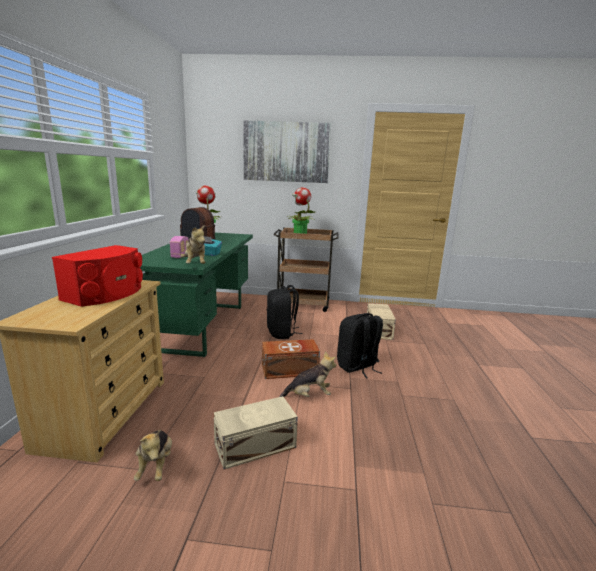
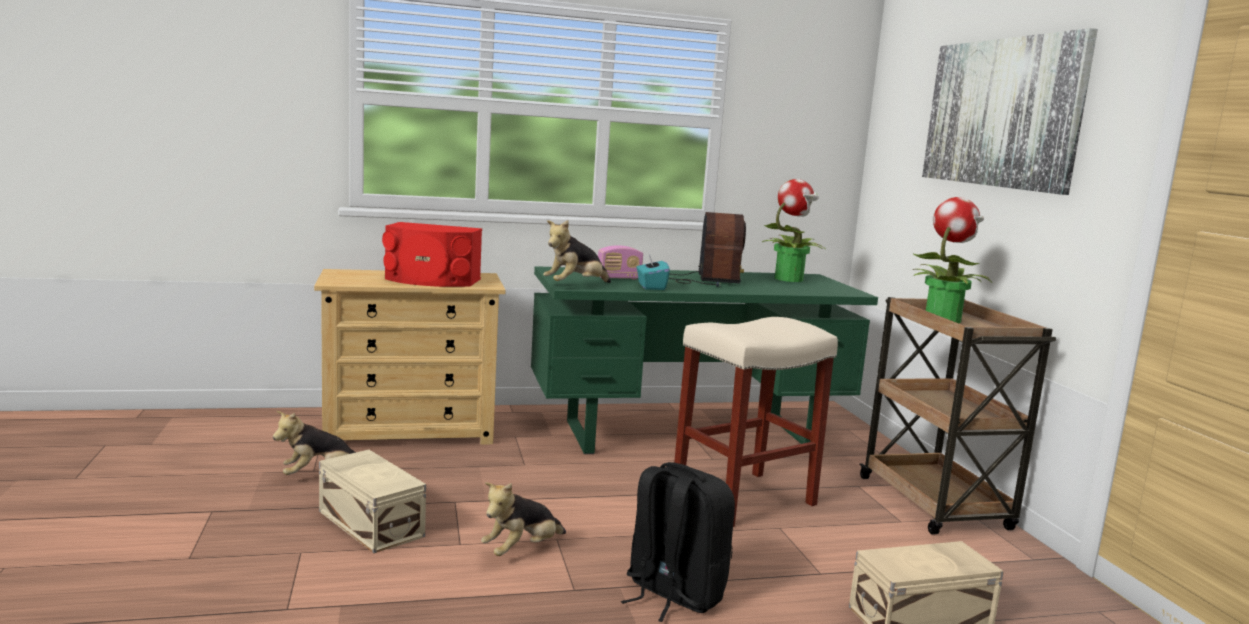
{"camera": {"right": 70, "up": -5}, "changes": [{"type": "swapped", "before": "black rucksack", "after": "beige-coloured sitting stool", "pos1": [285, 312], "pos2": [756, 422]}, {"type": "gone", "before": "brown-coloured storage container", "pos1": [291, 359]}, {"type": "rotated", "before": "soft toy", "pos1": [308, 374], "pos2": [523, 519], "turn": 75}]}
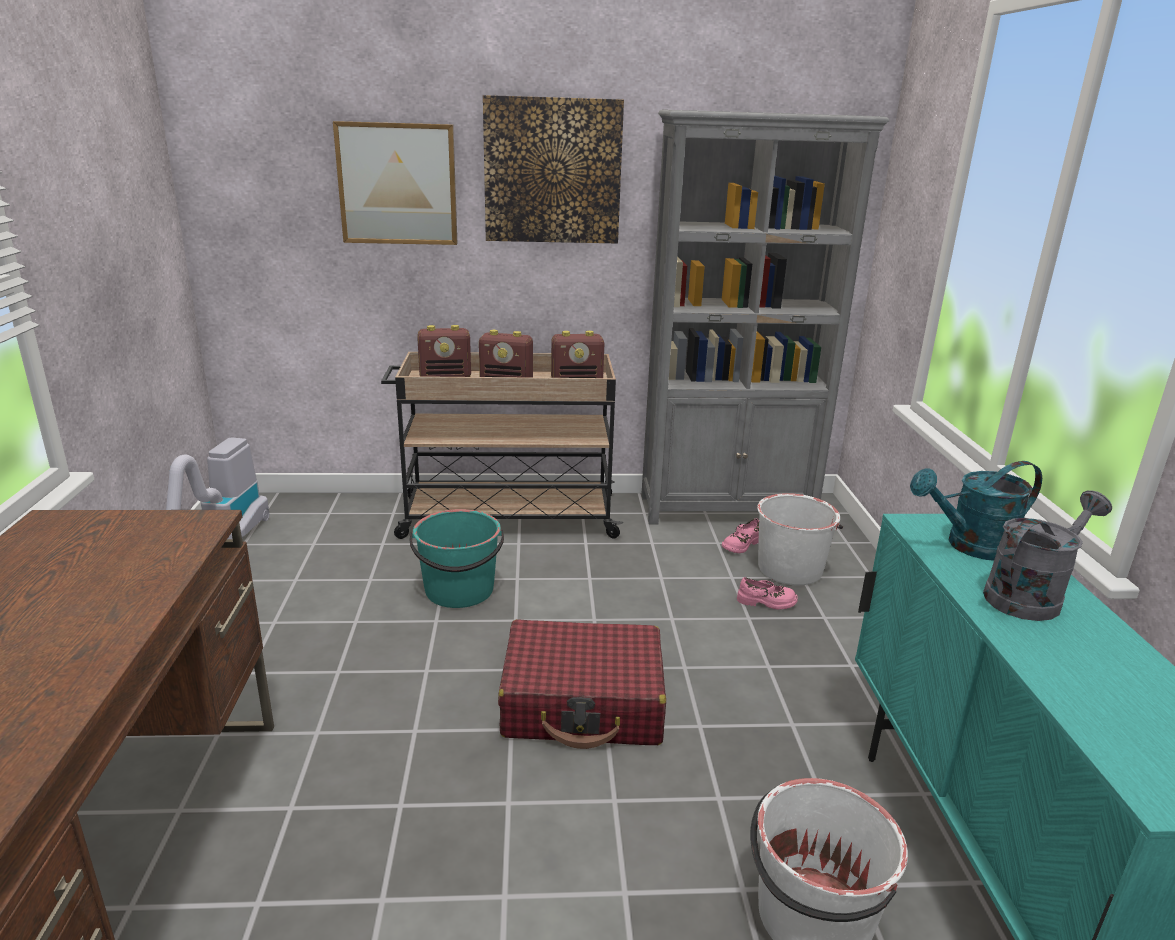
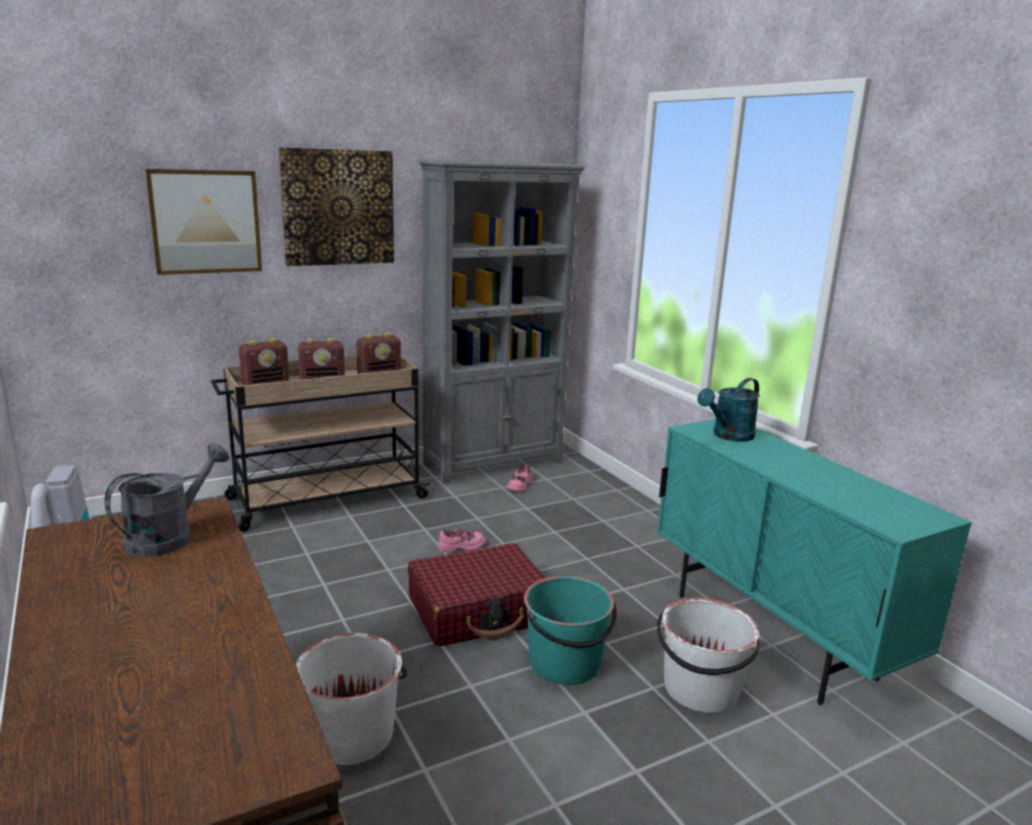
{"camera": {"right": -25, "up": -5}, "changes": [{"type": "shifted", "before": "grey watering pot", "pos1": [1047, 555], "pos2": [166, 500]}, {"type": "shifted", "before": "white bucket", "pos1": [800, 539], "pos2": [351, 699]}, {"type": "shifted", "before": "turquoise bucket", "pos1": [456, 558], "pos2": [570, 630]}, {"type": "shifted", "before": "pinkish item of footwear", "pos1": [767, 593], "pos2": [462, 540]}]}
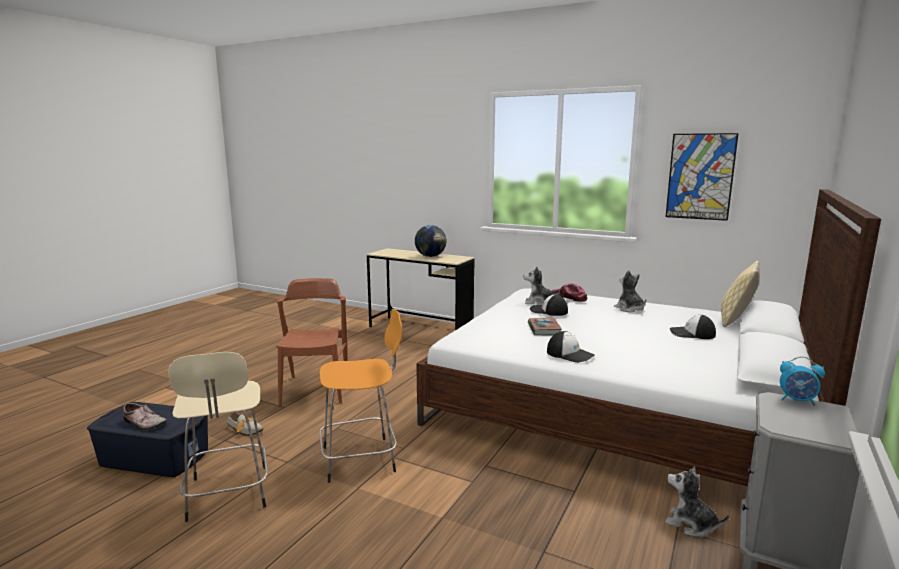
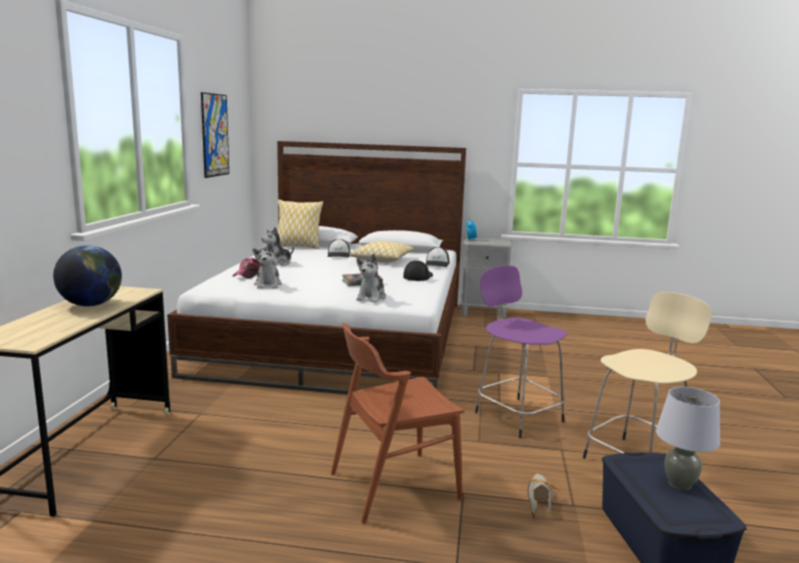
{"camera": {"right": -110, "up": 0}, "changes": [{"type": "shifted", "before": "cap", "pos1": [549, 305], "pos2": [437, 257]}, {"type": "repainted", "before": "orange-coloured sitting stool", "after": "purple sitting stool", "pos1": [360, 396], "pos2": [521, 352]}, {"type": "swapped", "before": "item of footwear", "after": "grey table lamp", "pos1": [145, 416], "pos2": [688, 439]}, {"type": "shifted", "before": "soft toy", "pos1": [697, 501], "pos2": [371, 278]}, {"type": "new", "after": "pillow", "pos2": [381, 252]}]}
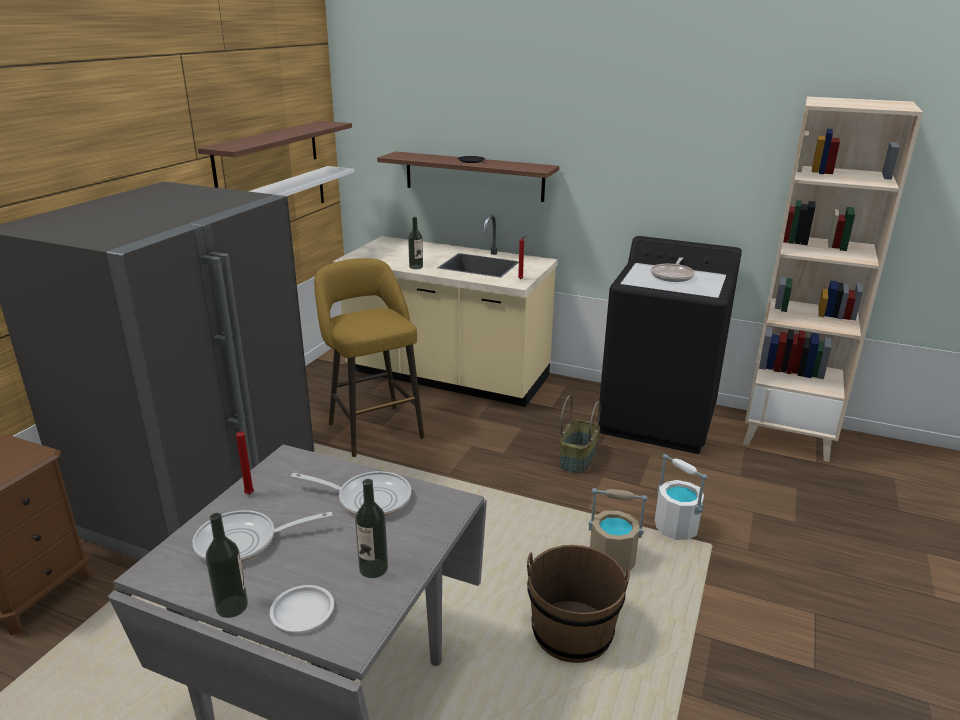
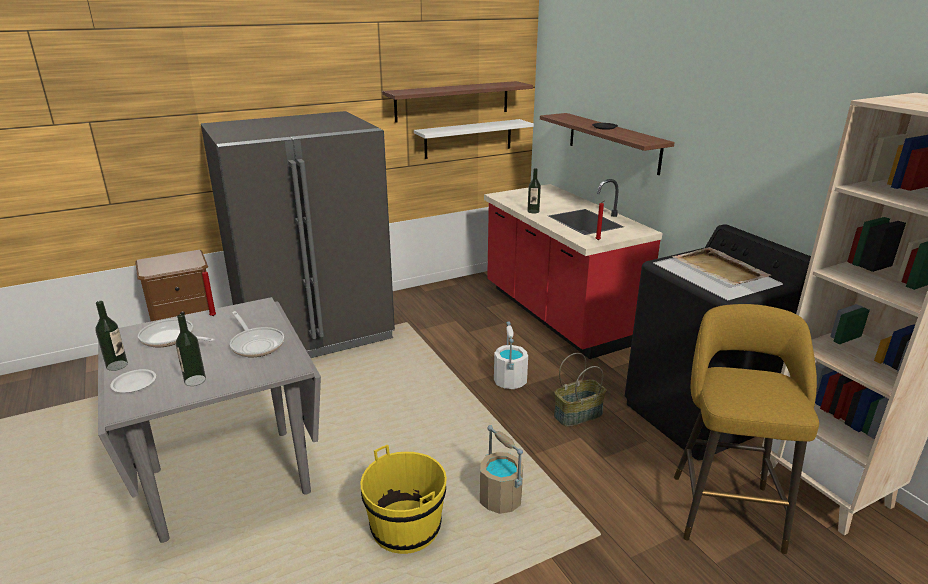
{"camera": {"right": 40, "up": 0}, "changes": [{"type": "repainted", "before": "beige-coloured kitchen counter", "after": "reddish kitchen counter", "pos1": [445, 311], "pos2": [573, 269]}, {"type": "swapped", "before": "pan", "after": "beige-coloured carrying tray", "pos1": [672, 269], "pos2": [722, 266]}, {"type": "shifted", "before": "yellow-coloured sitting stool", "pos1": [369, 357], "pos2": [746, 429]}, {"type": "shifted", "before": "white bucket", "pos1": [681, 497], "pos2": [511, 355]}, {"type": "repainted", "before": "brown-coloured bucket", "after": "yellow-coloured bucket", "pos1": [578, 604], "pos2": [404, 499]}]}
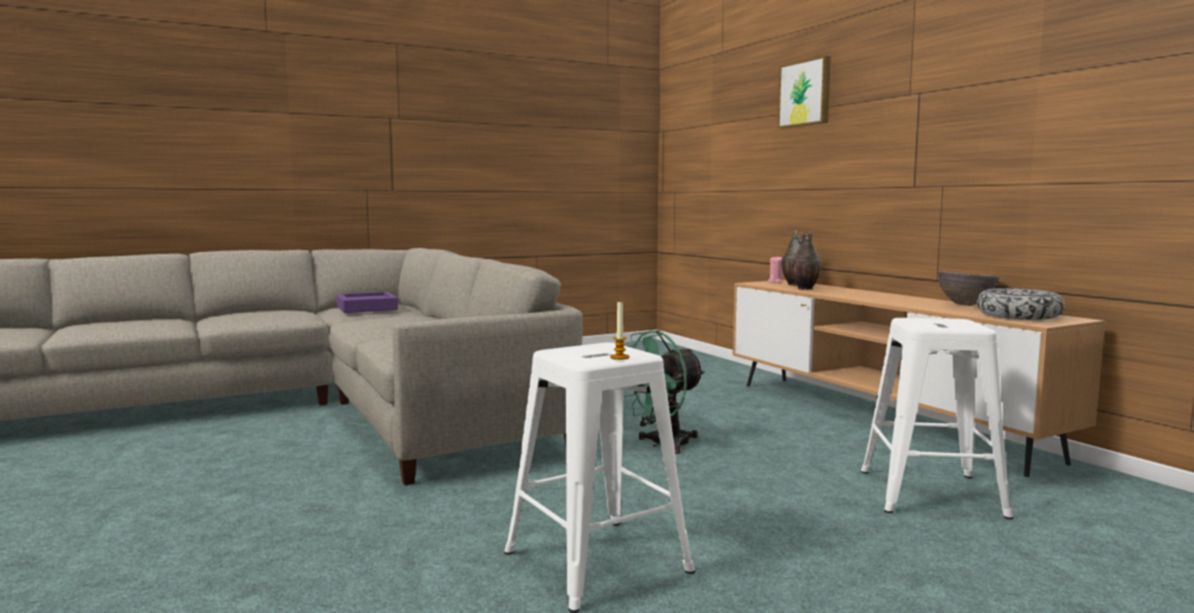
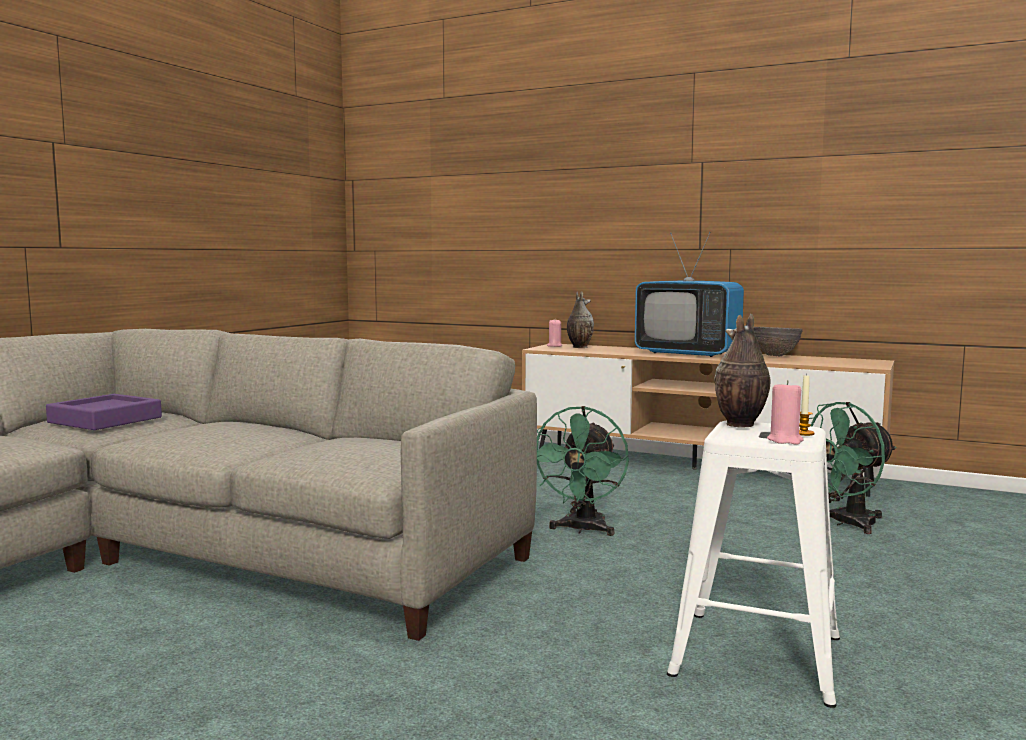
{"camera": {"right": -35, "up": 0}, "changes": [{"type": "gone", "before": "wall picture", "pos1": [804, 92]}, {"type": "shifted", "before": "flower vase", "pos1": [806, 260], "pos2": [742, 370]}, {"type": "gone", "before": "serving bowl", "pos1": [1020, 304]}, {"type": "swapped", "before": "white sitting stool", "after": "green electric fan", "pos1": [937, 418], "pos2": [853, 468]}, {"type": "new", "after": "TV", "pos2": [689, 294]}, {"type": "new", "after": "pinkish candle", "pos2": [785, 412]}]}
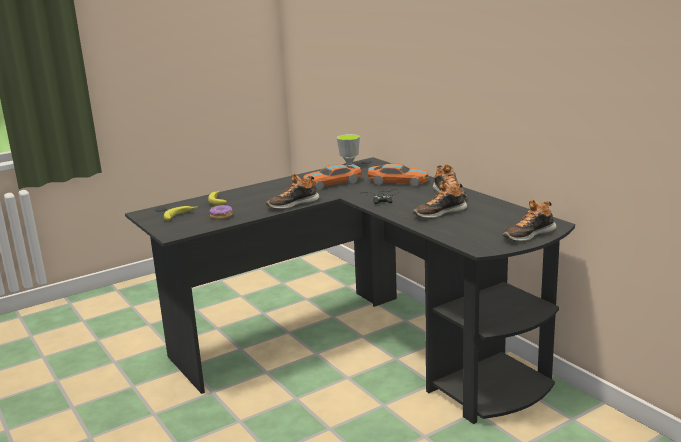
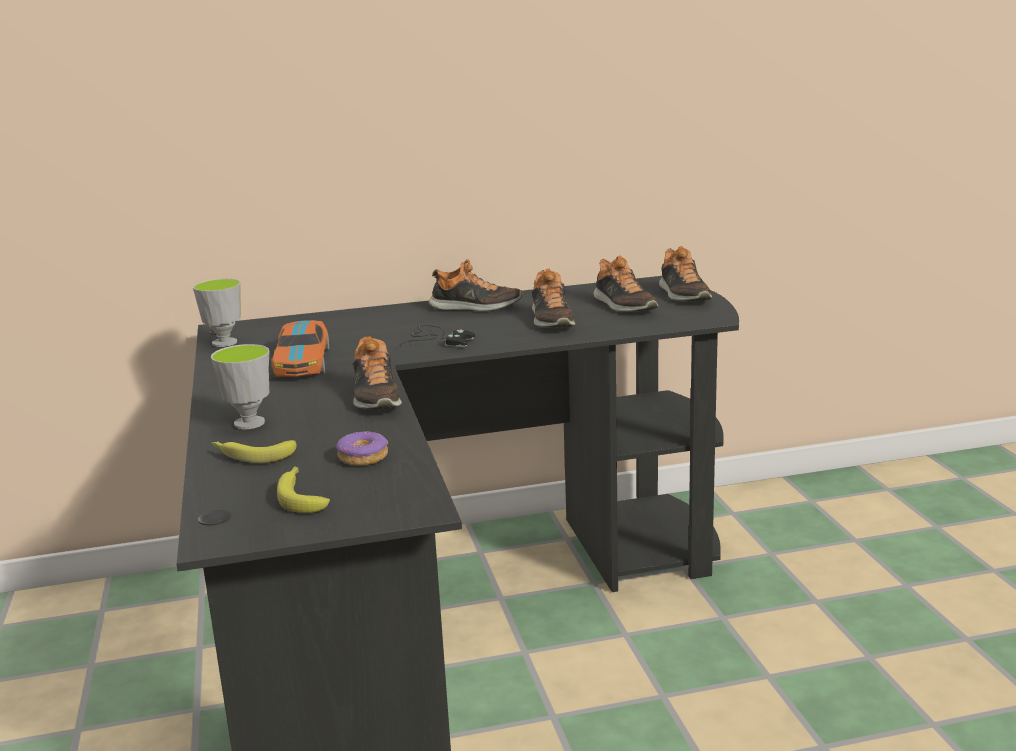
{"camera": {"right": -70, "up": 0}, "changes": [{"type": "gone", "before": "miniature car", "pos1": [398, 175]}, {"type": "new", "after": "item of footwear", "pos2": [625, 284]}, {"type": "new", "after": "drinking cup", "pos2": [240, 386]}]}
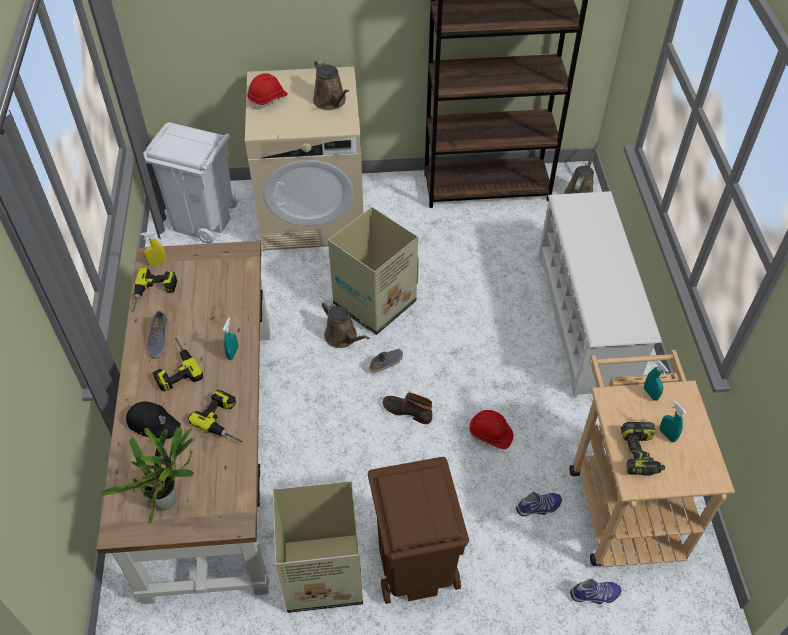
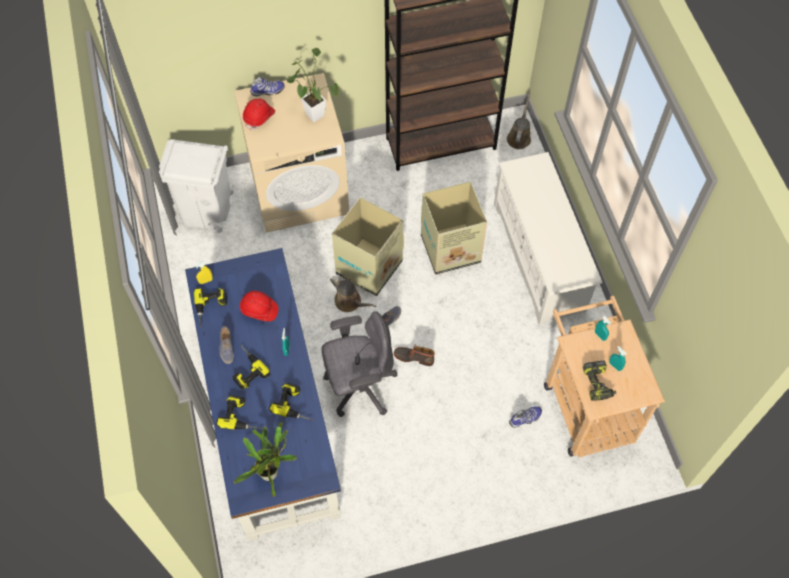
{"camera": {"right": -10, "up": 10}, "changes": [{"type": "swapped", "before": "brown-coloured watering pot", "after": "potted plant", "pos1": [331, 84], "pos2": [313, 85]}, {"type": "repainted", "before": "brown-coloured desk", "after": "blue desk", "pos1": [183, 422], "pos2": [263, 394]}, {"type": "swapped", "before": "black cap", "after": "drill", "pos1": [153, 420], "pos2": [239, 412]}, {"type": "shifted", "before": "reddish safety helmet", "pos1": [491, 429], "pos2": [259, 306]}, {"type": "gone", "before": "brown-coloured rubbish bin", "pos1": [418, 530]}, {"type": "shifted", "before": "carton", "pos1": [318, 547], "pos2": [454, 228]}, {"type": "shifted", "before": "item of footwear", "pos1": [595, 591], "pos2": [267, 86]}, {"type": "new", "after": "grey computer chair", "pos2": [359, 364]}]}
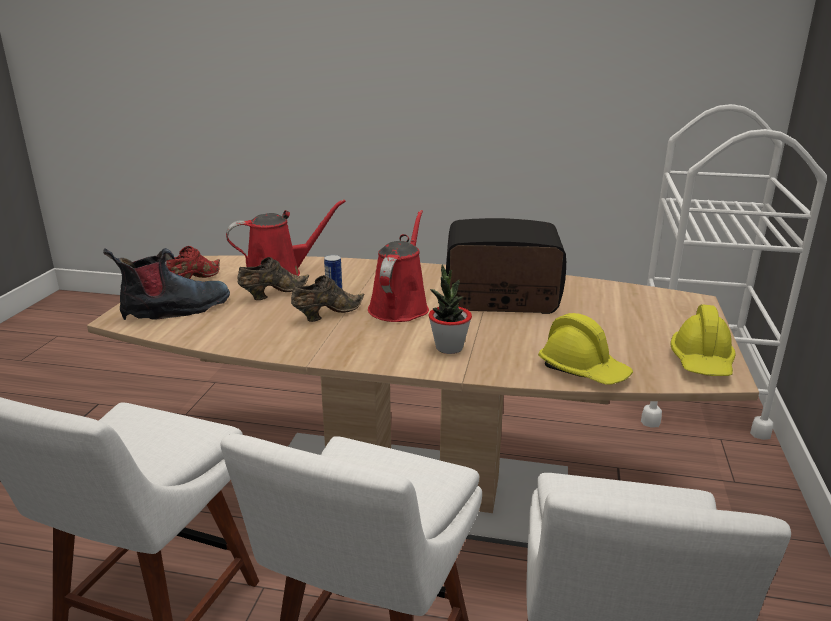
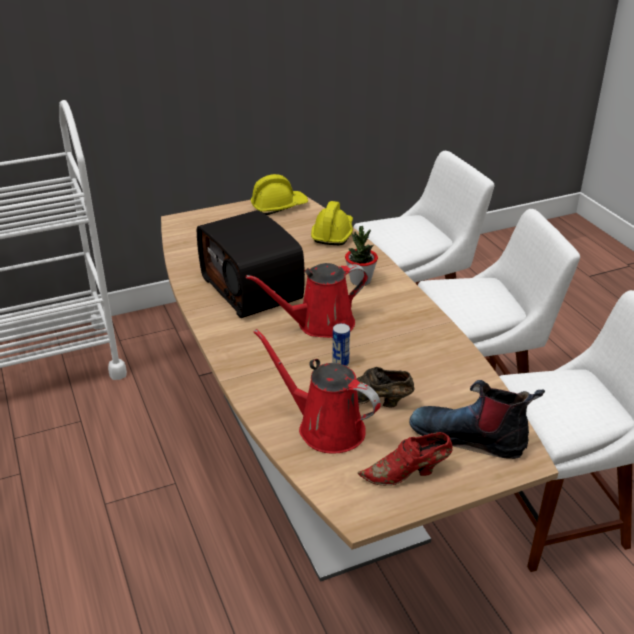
{"camera": {"right": -125, "up": 10}, "changes": [{"type": "gone", "before": "brown-coloured item of footwear", "pos1": [327, 298]}]}
